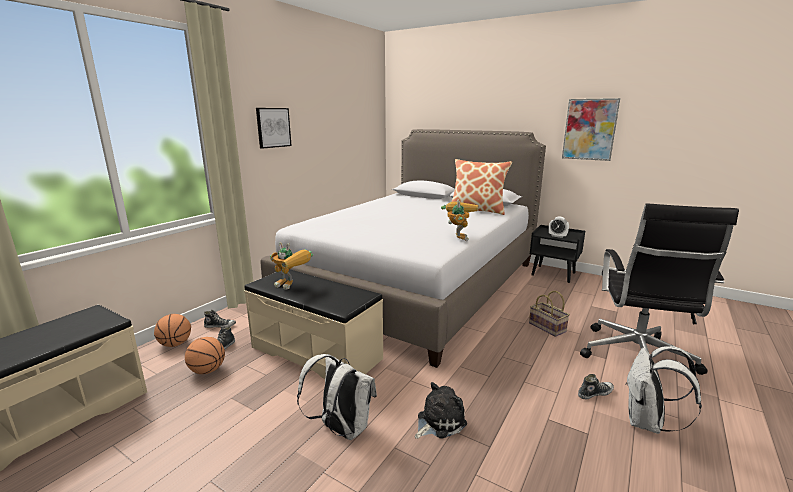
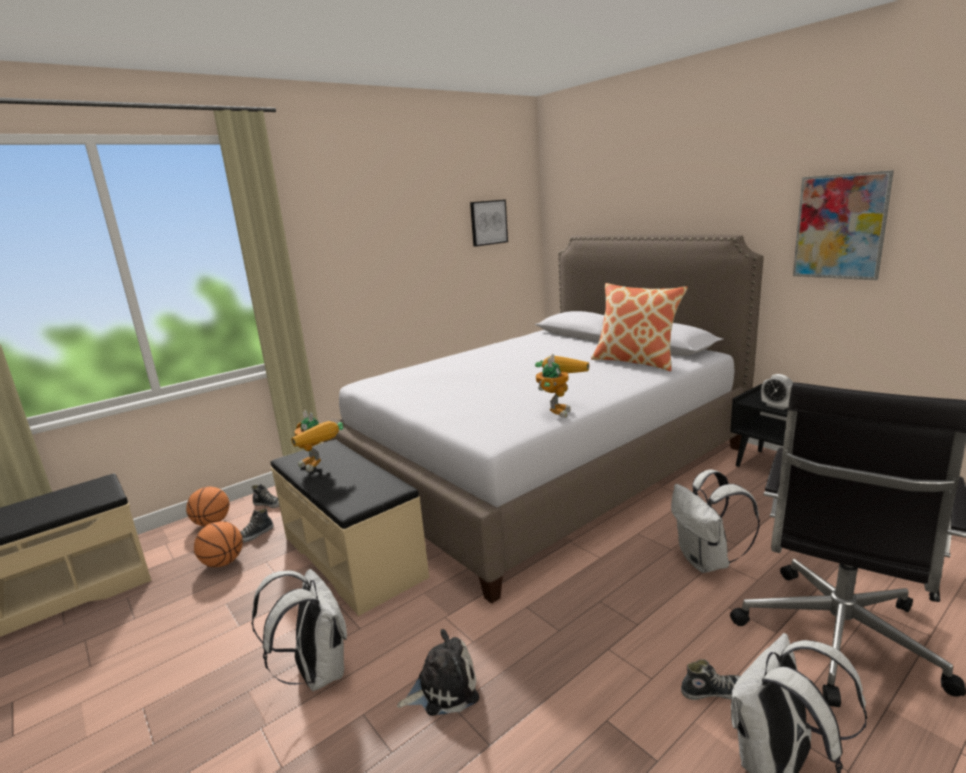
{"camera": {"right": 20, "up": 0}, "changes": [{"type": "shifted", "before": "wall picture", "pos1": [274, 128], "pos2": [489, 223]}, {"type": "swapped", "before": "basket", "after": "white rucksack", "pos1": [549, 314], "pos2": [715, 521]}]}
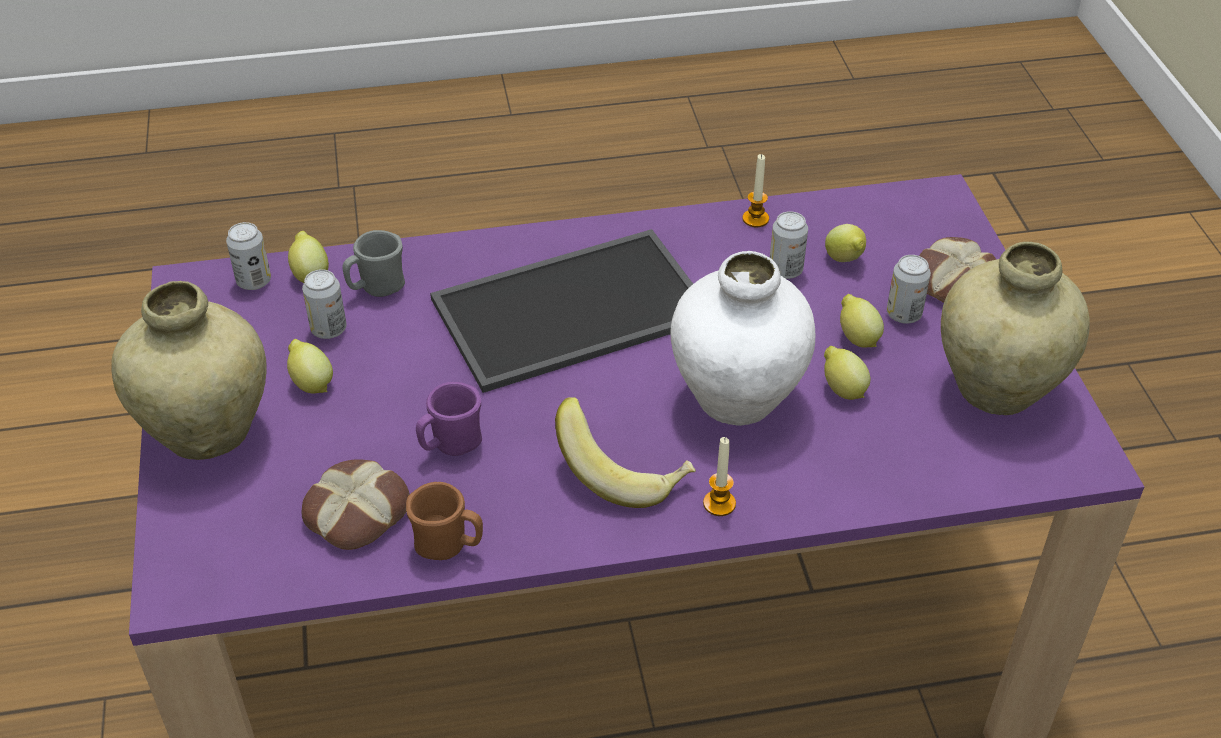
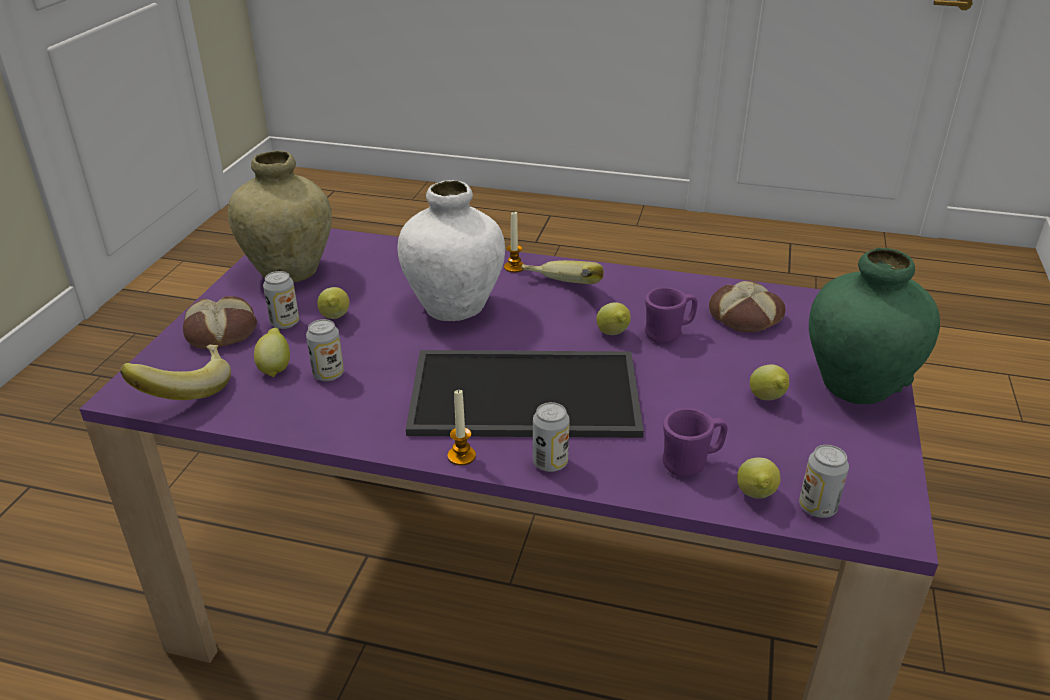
{"camera": {"right": -155, "up": -10}, "changes": [{"type": "shifted", "before": "candle", "pos1": [755, 190], "pos2": [462, 427]}, {"type": "repainted", "before": "grey tea mug", "after": "purple tea mug", "pos1": [373, 263], "pos2": [695, 442]}, {"type": "shifted", "before": "can", "pos1": [324, 304], "pos2": [551, 437]}, {"type": "repainted", "before": "beige-coloured flower vase", "after": "green flower vase", "pos1": [189, 370], "pos2": [874, 326]}, {"type": "shifted", "before": "citrus fruit", "pos1": [847, 373], "pos2": [613, 318]}, {"type": "gone", "before": "brown-coloured tea mug", "pos1": [444, 521]}, {"type": "new", "after": "banana", "pos2": [175, 372]}]}
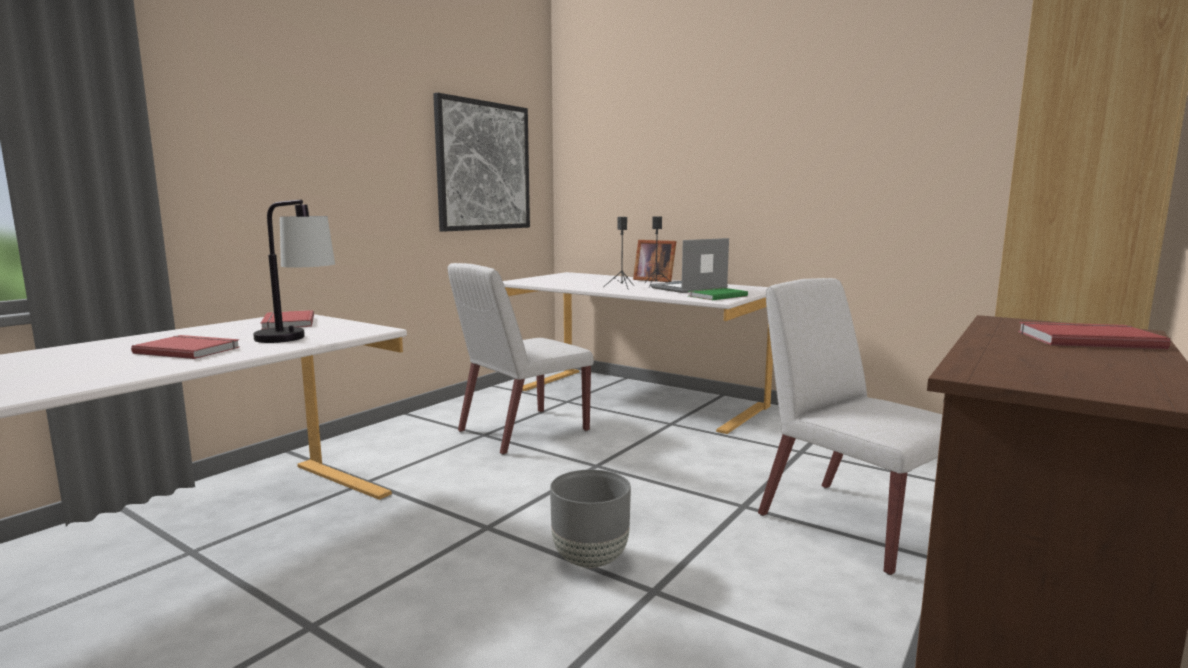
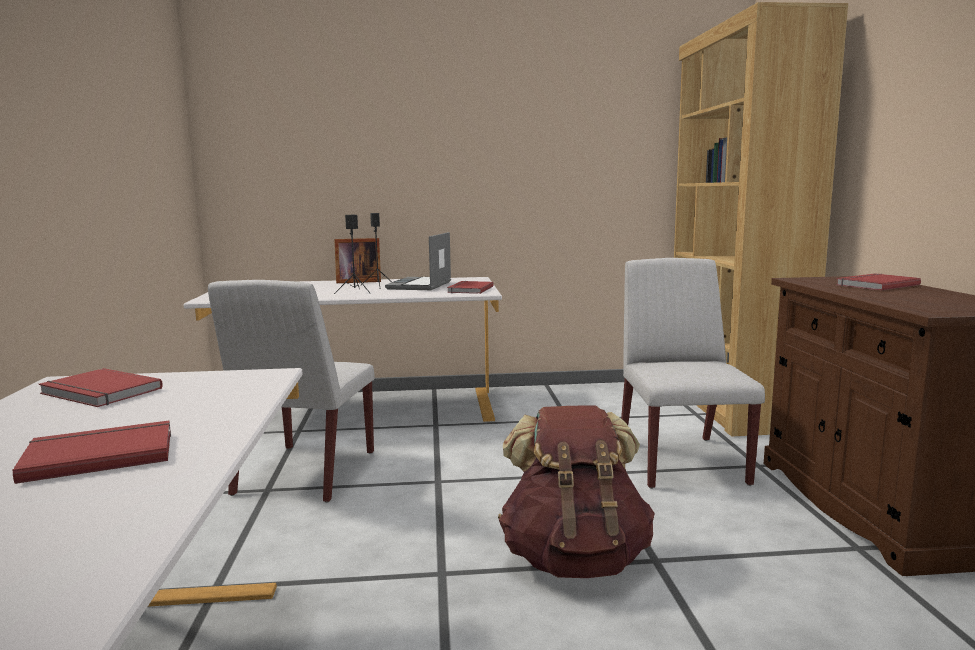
{"camera": {"right": -40, "up": 0}, "changes": [{"type": "gone", "before": "wall picture", "pos1": [481, 162]}, {"type": "gone", "before": "table lamp", "pos1": [294, 271]}, {"type": "rotated", "before": "white upright chair", "pos1": [850, 426], "pos2": [693, 373], "turn": 75}, {"type": "repainted", "before": "green book", "after": "reddish book", "pos1": [718, 294], "pos2": [470, 287]}, {"type": "swapped", "before": "grey flower pot", "after": "brown-coloured rucksack", "pos1": [590, 518], "pos2": [576, 491]}]}
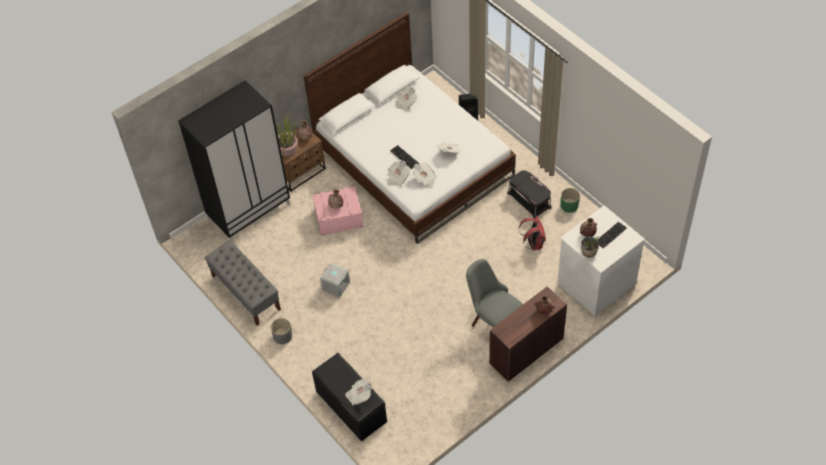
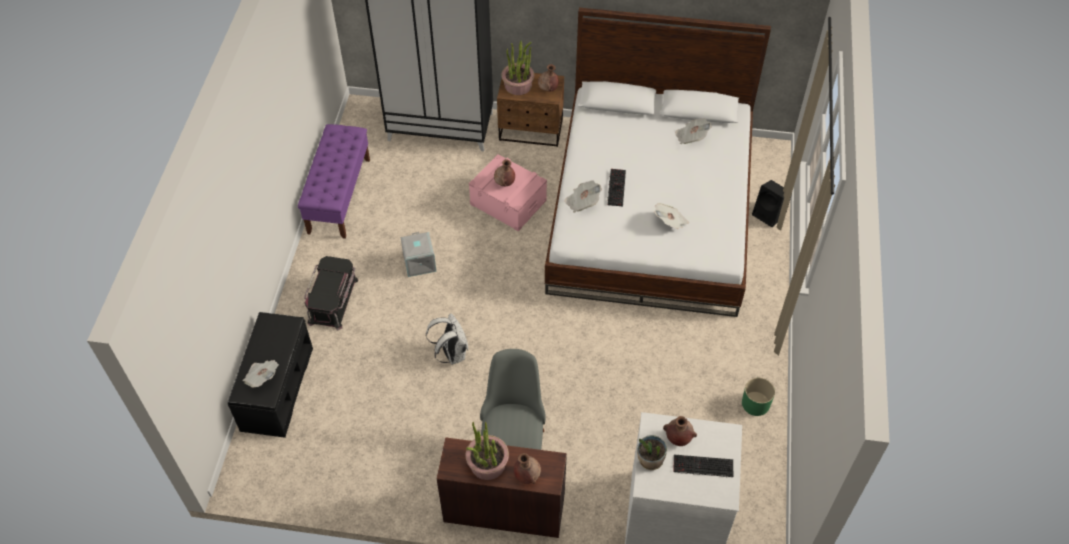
{"camera": {"right": 45, "up": 0}, "changes": [{"type": "gone", "before": "newspaper", "pos1": [425, 175]}, {"type": "shifted", "before": "black storage container", "pos1": [529, 194], "pos2": [331, 293]}, {"type": "gone", "before": "reddish rucksack", "pos1": [532, 233]}, {"type": "repainted", "before": "grey long seat", "after": "purple long seat", "pos1": [243, 283], "pos2": [334, 181]}, {"type": "gone", "before": "grey flower pot", "pos1": [281, 331]}, {"type": "new", "after": "white rucksack", "pos2": [447, 339]}, {"type": "new", "after": "potted plant", "pos2": [487, 451]}]}
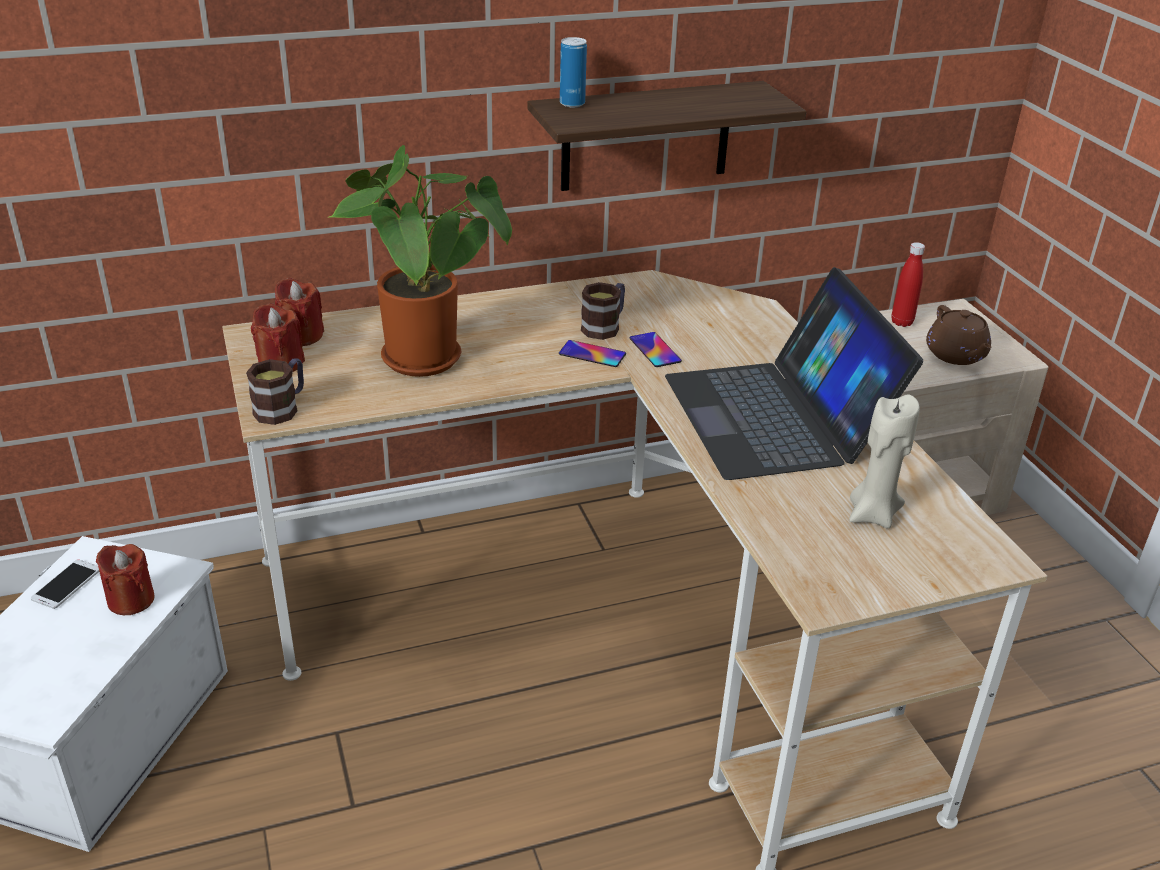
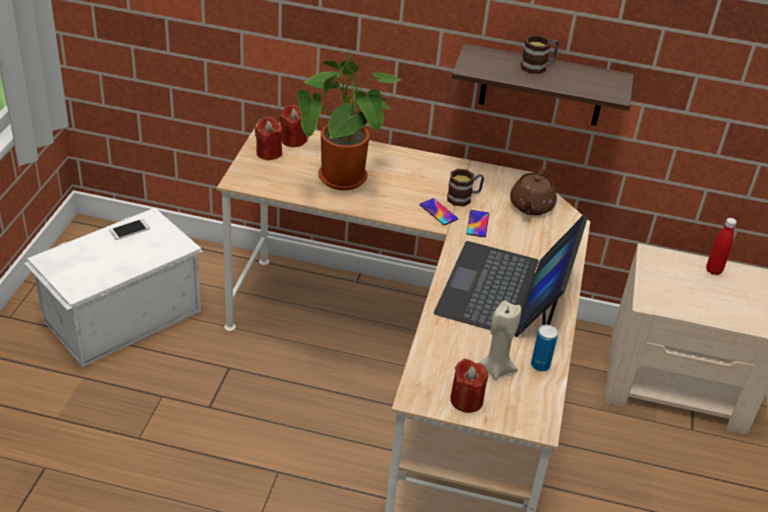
{"camera": {"right": 30, "up": 5}, "changes": [{"type": "shifted", "before": "can", "pos1": [573, 72], "pos2": [544, 348]}, {"type": "shifted", "before": "brown-coloured pot for tea", "pos1": [958, 335], "pos2": [533, 192]}, {"type": "shifted", "before": "tea mug", "pos1": [275, 391], "pos2": [539, 54]}, {"type": "shifted", "before": "reddish candle", "pos1": [125, 579], "pos2": [469, 386]}]}
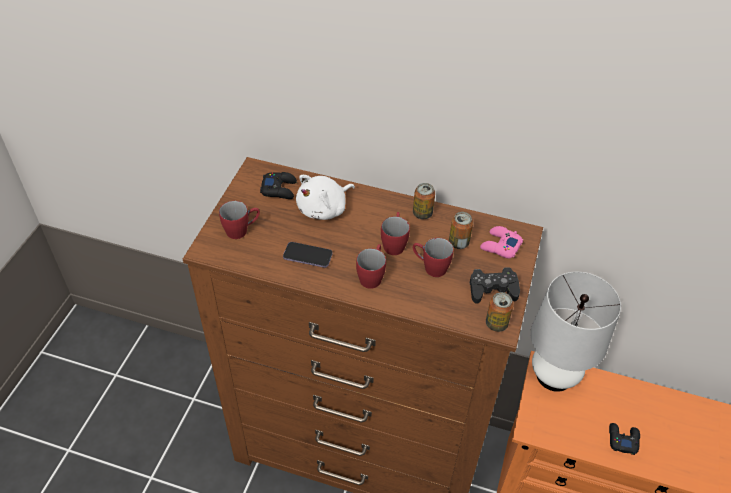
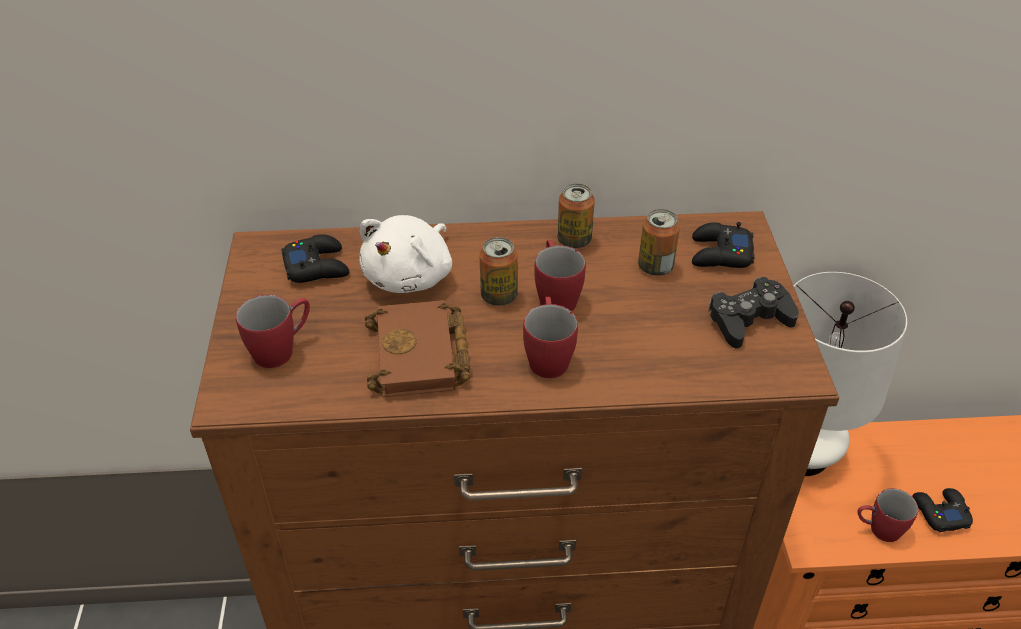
{"camera": {"right": -20, "up": -5}, "changes": [{"type": "repainted", "before": "pinkish joypad", "after": "black joypad", "pos1": [501, 242], "pos2": [723, 245]}, {"type": "shifted", "before": "reddish tea mug", "pos1": [433, 257], "pos2": [887, 515]}, {"type": "swapped", "before": "telephone", "after": "brown-coloured book", "pos1": [308, 255], "pos2": [417, 348]}, {"type": "shifted", "before": "can", "pos1": [499, 312], "pos2": [498, 271]}]}
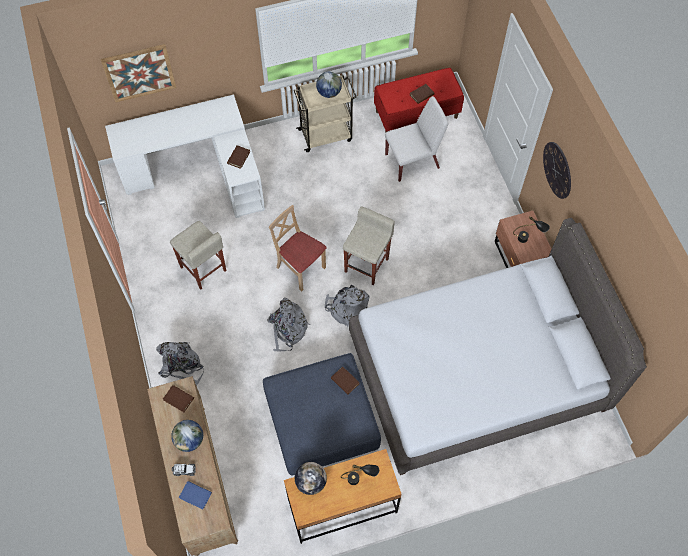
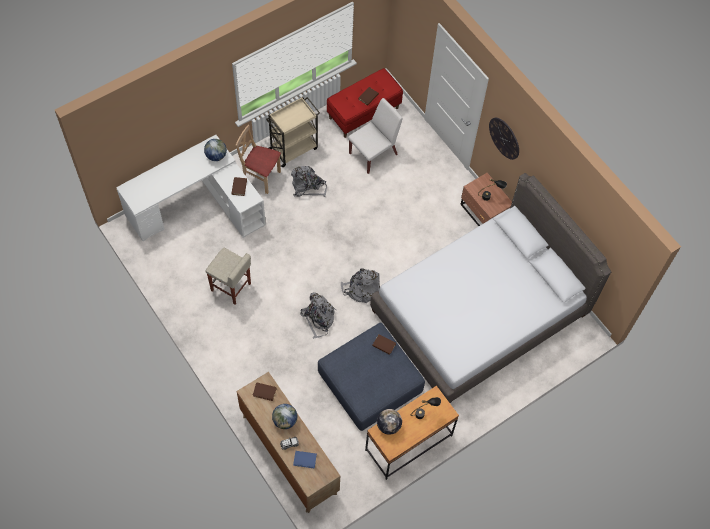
{"camera": {"right": -20, "up": 0}, "changes": [{"type": "gone", "before": "wall picture", "pos1": [138, 73]}, {"type": "shifted", "before": "world globe", "pos1": [329, 85], "pos2": [215, 150]}, {"type": "shifted", "before": "beige-coloured upright chair", "pos1": [298, 248], "pos2": [258, 159]}, {"type": "gone", "before": "beige-coloured sitting stool", "pos1": [369, 245]}, {"type": "shifted", "before": "grey rucksack", "pos1": [180, 364], "pos2": [309, 181]}]}
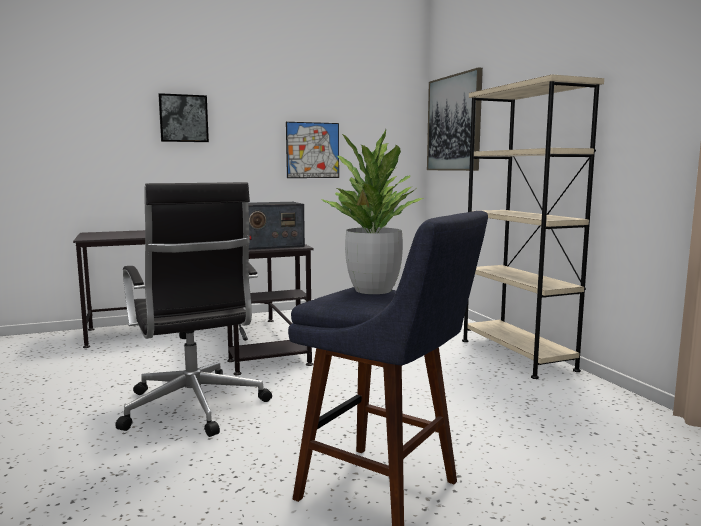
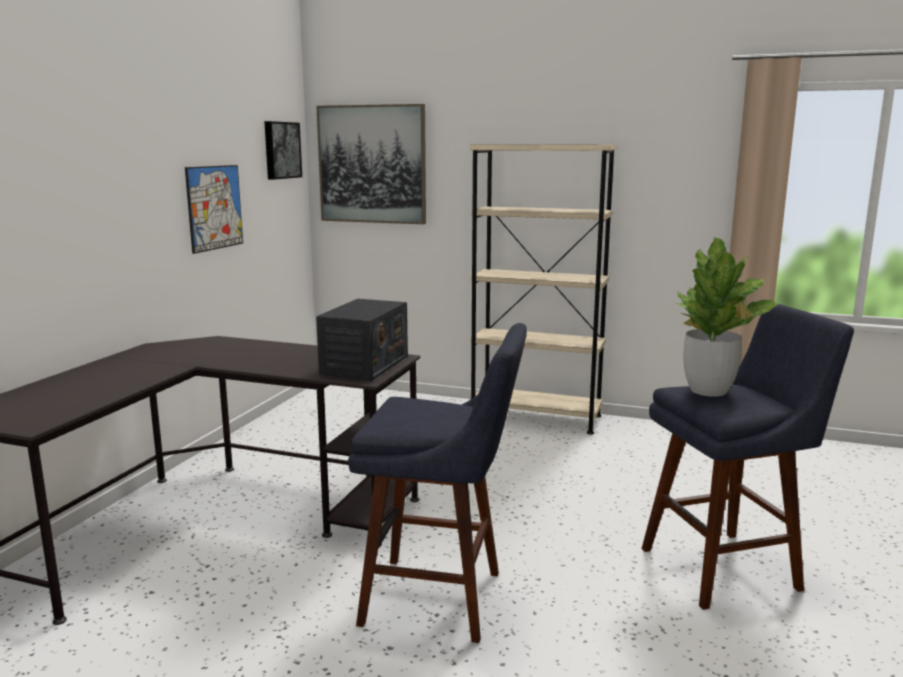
{"camera": {"right": -50, "up": 5}, "changes": [{"type": "shifted", "before": "wall picture", "pos1": [183, 117], "pos2": [283, 150]}, {"type": "swapped", "before": "black computer chair", "after": "blue sitting stool", "pos1": [193, 309], "pos2": [437, 483]}]}
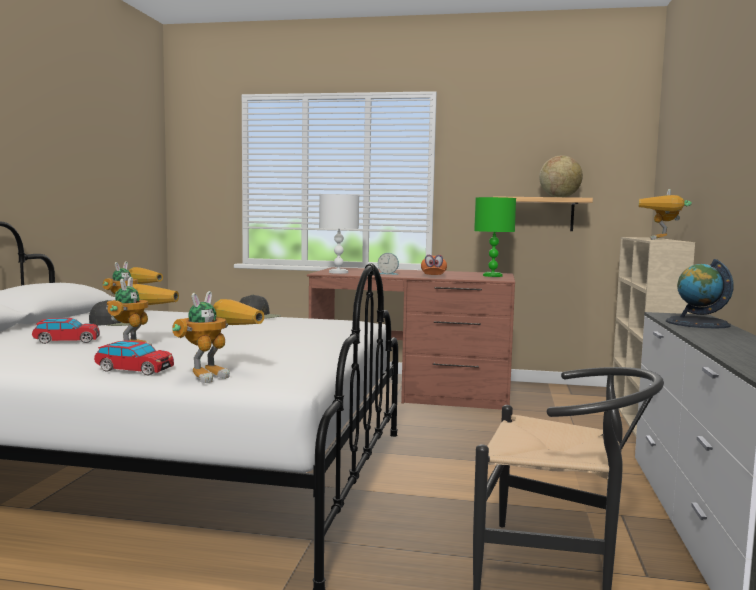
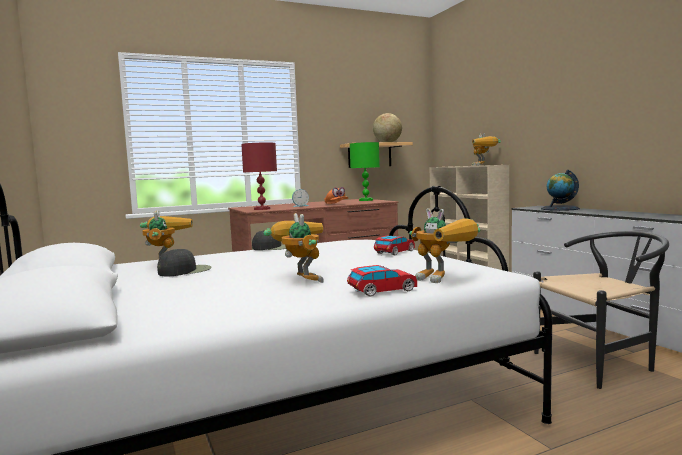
{"camera": {"right": -35, "up": 0}, "changes": [{"type": "repainted", "before": "white table lamp", "after": "reddish table lamp", "pos1": [339, 234], "pos2": [259, 176]}, {"type": "rotated", "before": "model robot", "pos1": [218, 337], "pos2": [444, 245], "turn": 135}, {"type": "shifted", "before": "miniature car", "pos1": [66, 331], "pos2": [394, 245]}]}
